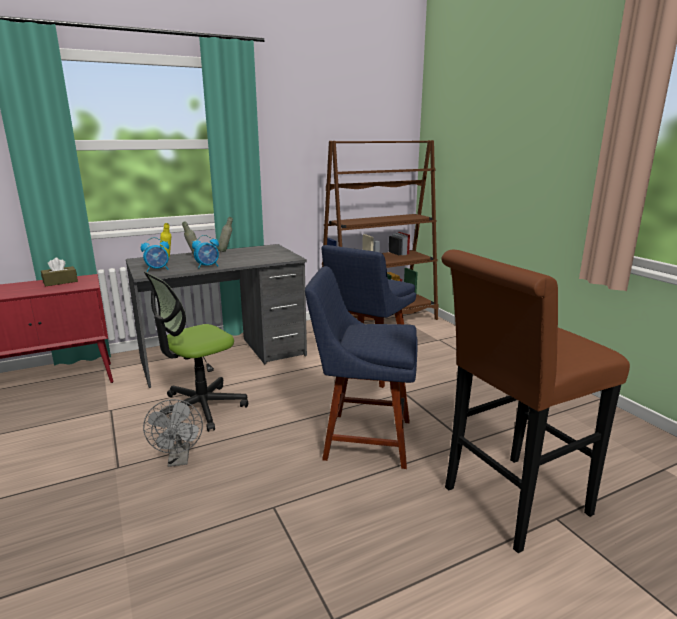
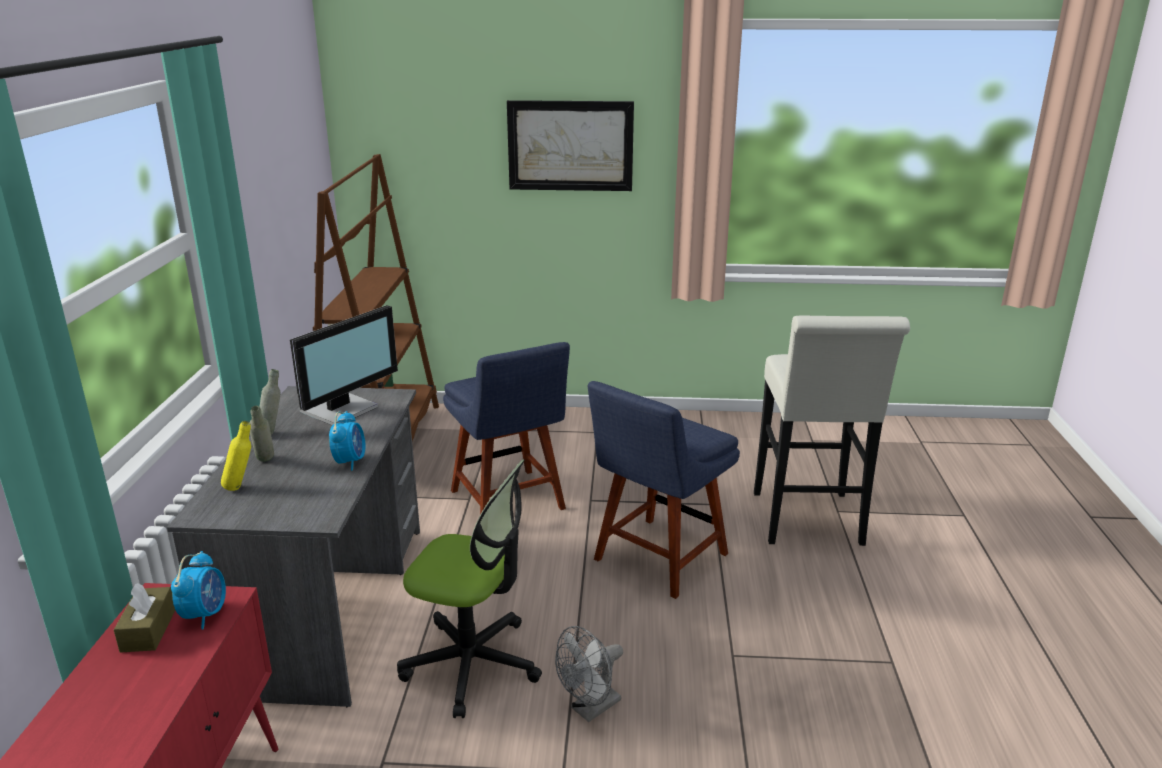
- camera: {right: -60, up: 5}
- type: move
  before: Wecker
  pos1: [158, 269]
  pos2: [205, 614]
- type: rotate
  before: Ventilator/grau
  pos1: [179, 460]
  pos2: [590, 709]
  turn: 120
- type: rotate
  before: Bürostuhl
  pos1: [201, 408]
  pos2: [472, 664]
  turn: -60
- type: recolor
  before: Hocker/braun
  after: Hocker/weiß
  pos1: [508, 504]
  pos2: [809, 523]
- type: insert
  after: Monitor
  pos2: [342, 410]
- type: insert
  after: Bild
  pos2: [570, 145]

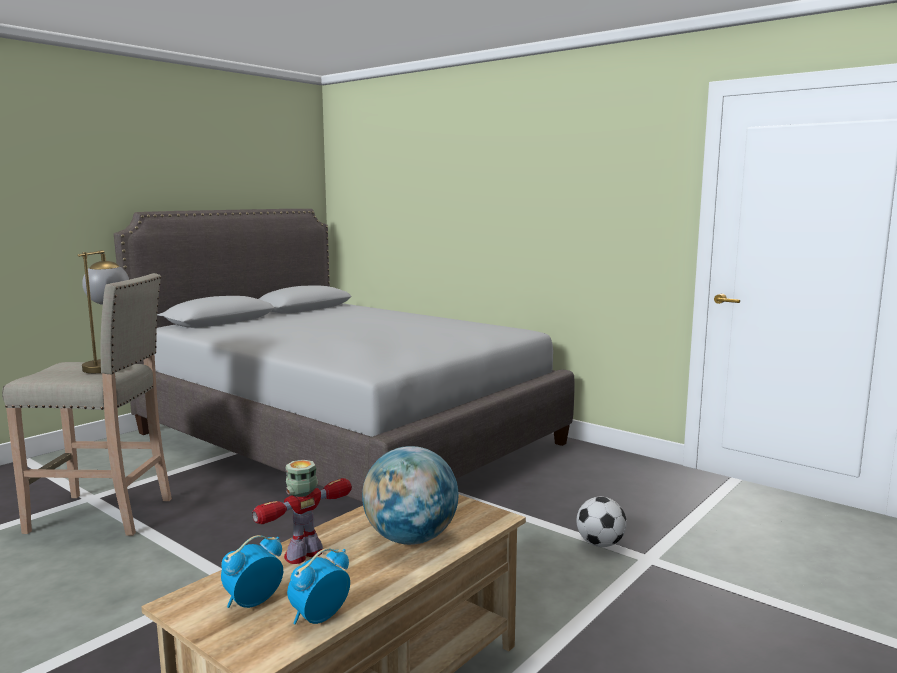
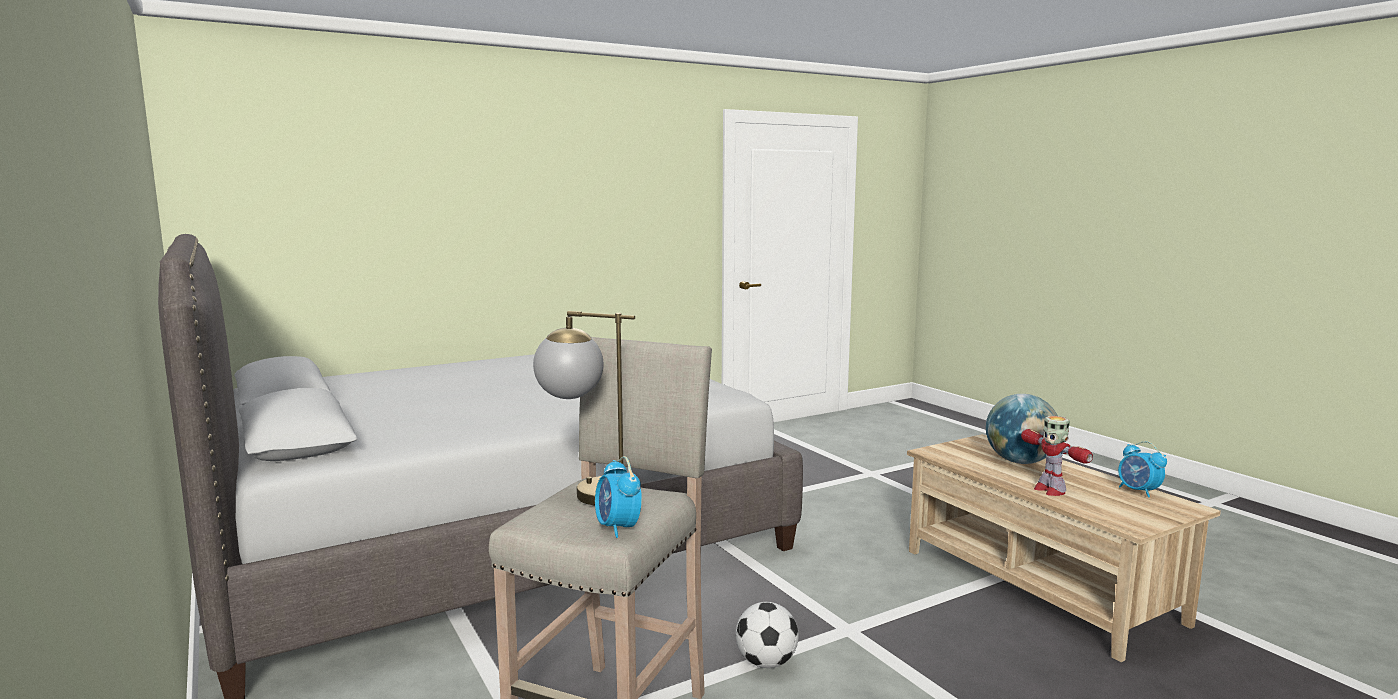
- camera: {right: -70, up: 0}
- type: move
  before: Wecker
  pos1: [252, 602]
  pos2: [618, 528]
- type: move
  before: Fußball
  pos1: [600, 544]
  pos2: [766, 662]

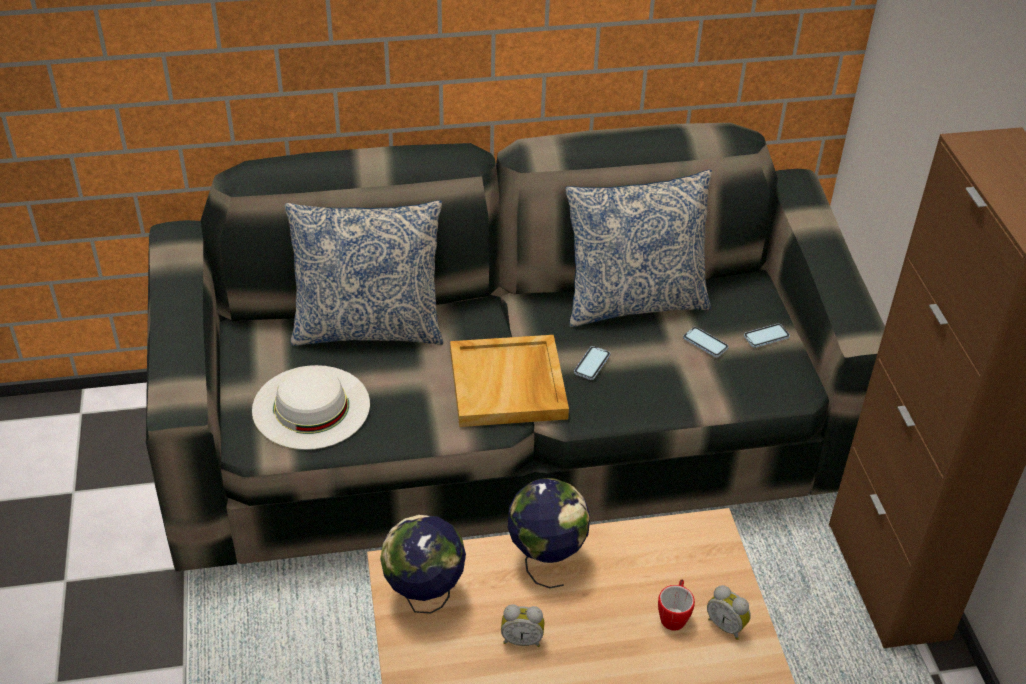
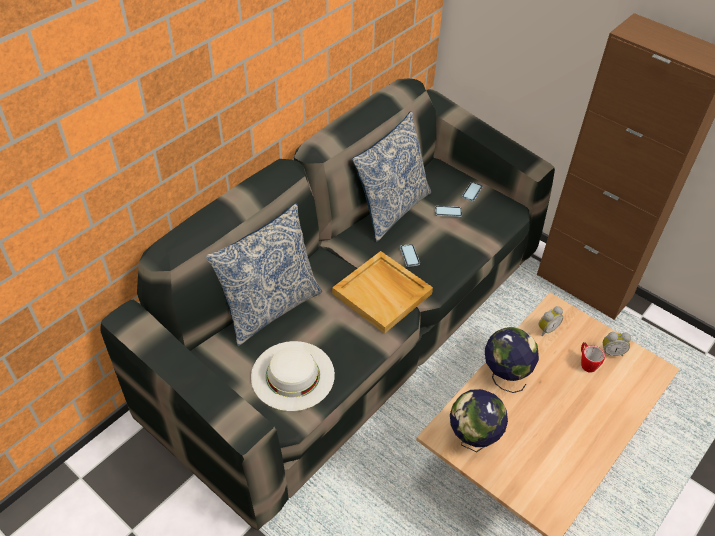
- camera: {right: -40, up: 5}
- type: move
  before: Wecker
  pos1: [522, 639]
  pos2: [546, 329]

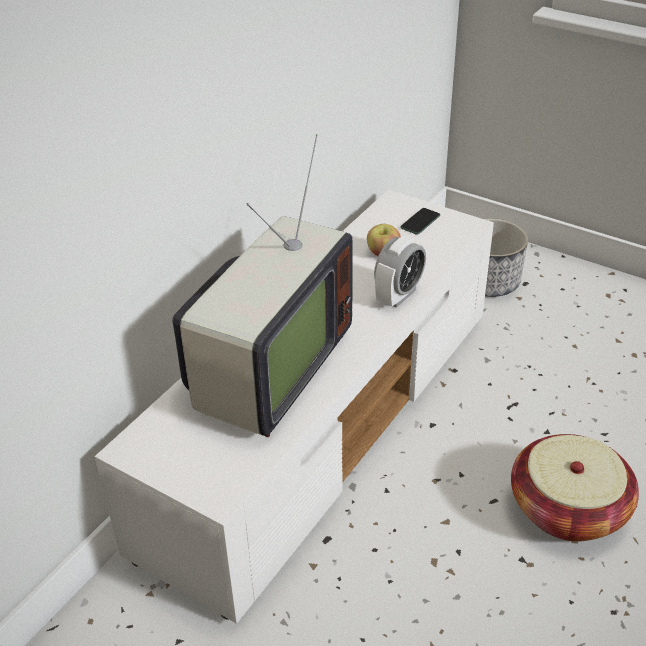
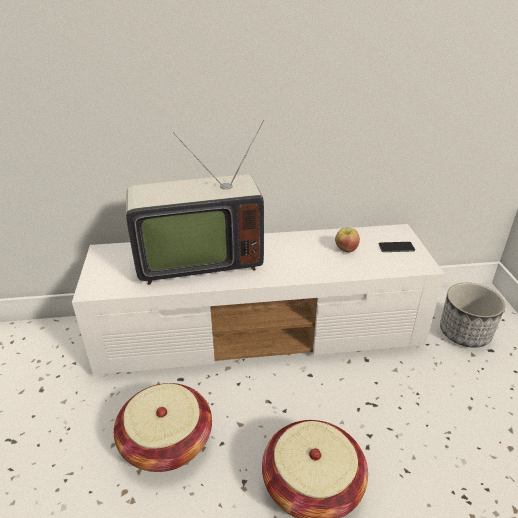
- camera: {right: 50, up: -5}
- type: delete
  before: Wecker
  pos1: [398, 295]
- type: insert
  after: Korb
  pos2: [167, 442]

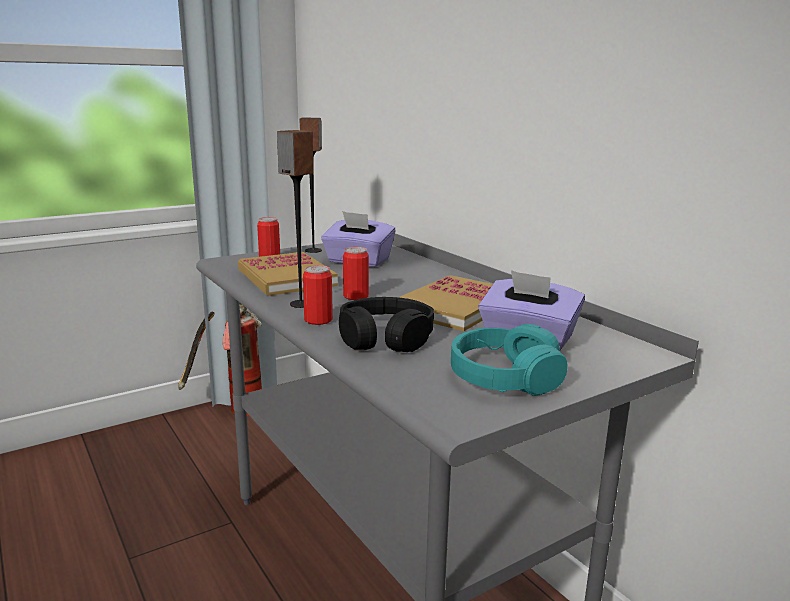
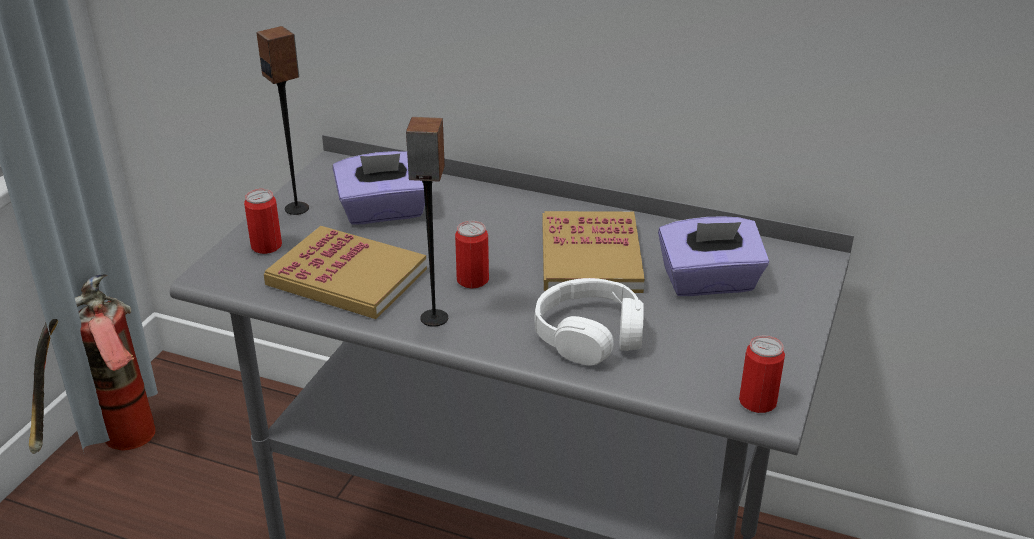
- camera: {right: -35, up: 15}
- type: move
  before: Dose
  pos1: [318, 320]
  pos2: [757, 402]
- type: recolor
  before: Kopfhörer/schwarz
  after: Kopfhörer/weiß
  pos1: [385, 338]
  pos2: [590, 335]
- type: delete
  before: Kopfhörer/türkis
  pos1: [505, 377]

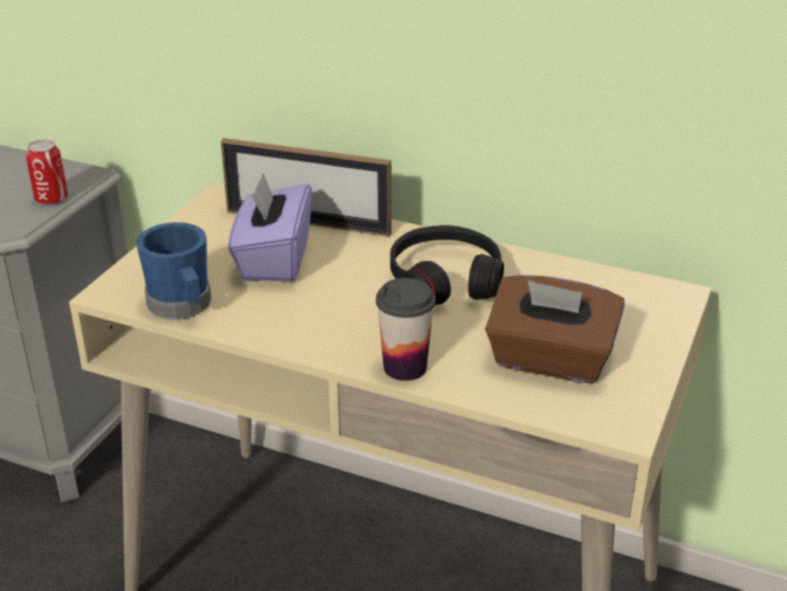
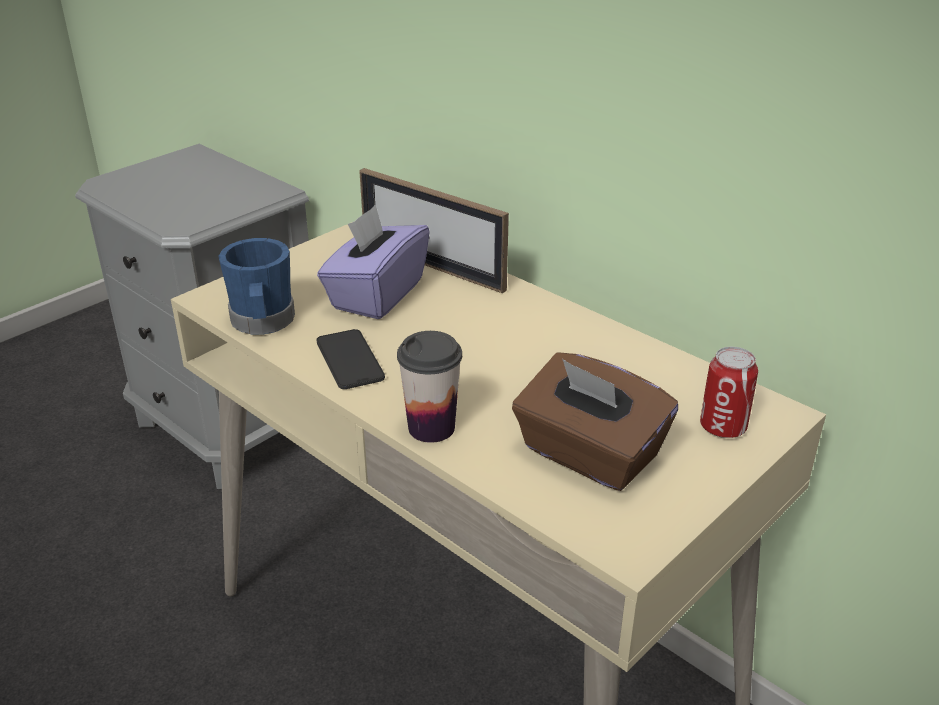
- camera: {right: 20, up: 0}
- type: move
  before: Dose
  pos1: [51, 199]
  pos2: [723, 427]
- type: delete
  before: Kopfhörer/schwarz
  pos1: [445, 279]
- type: insert
  after: Handy
  pos2: [350, 360]

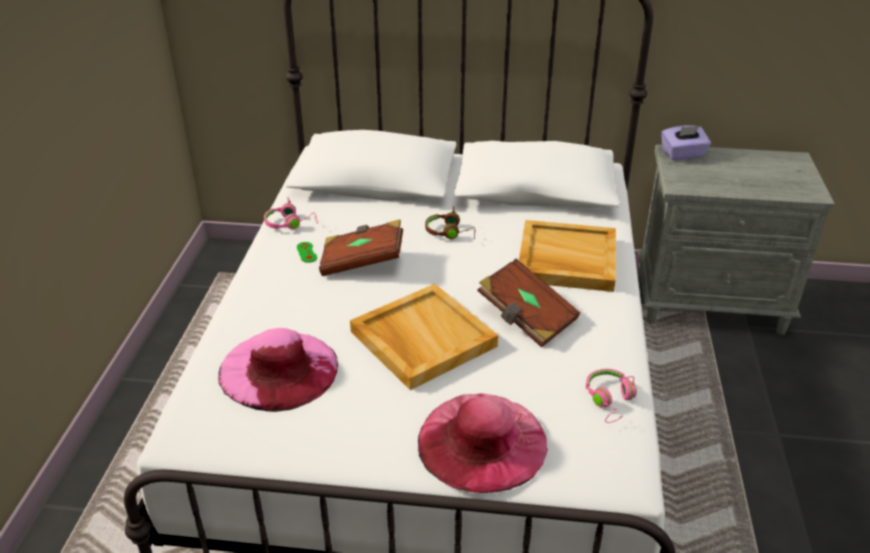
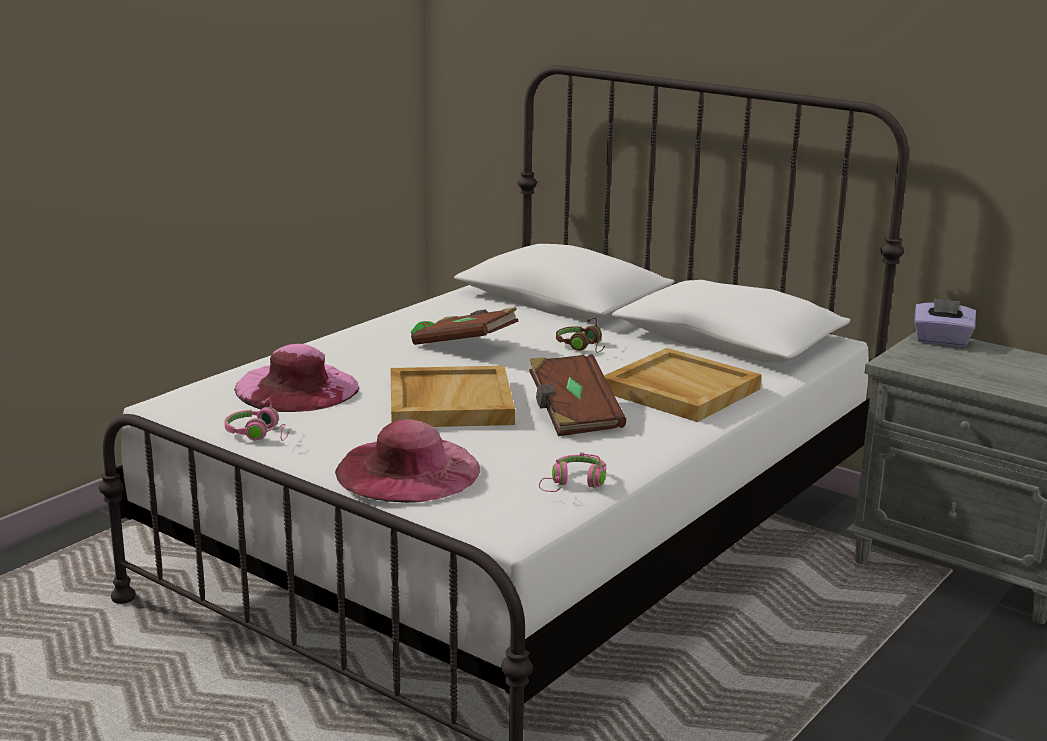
- camera: {right: 30, up: -15}
- type: move
  before: Kopfhörer/rosa
  pos1: [290, 223]
  pos2: [259, 434]

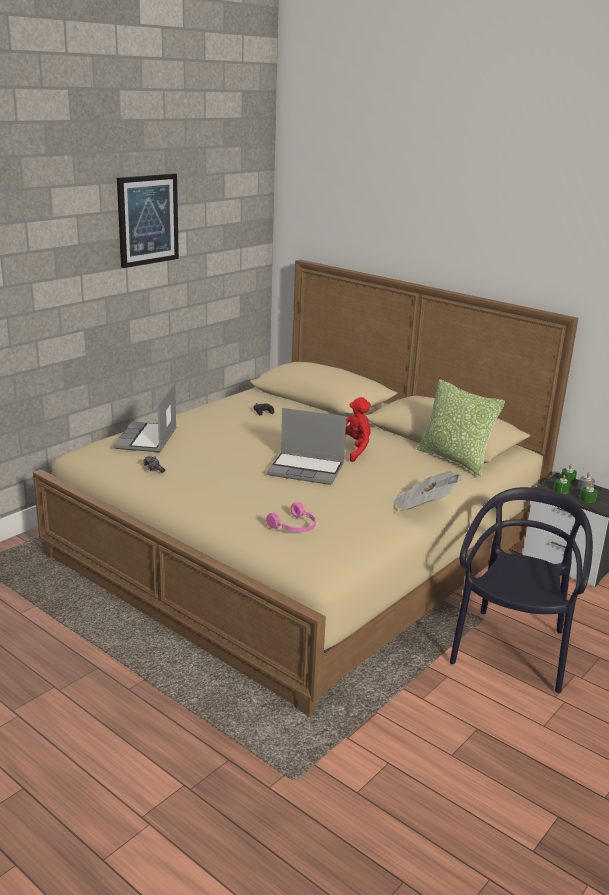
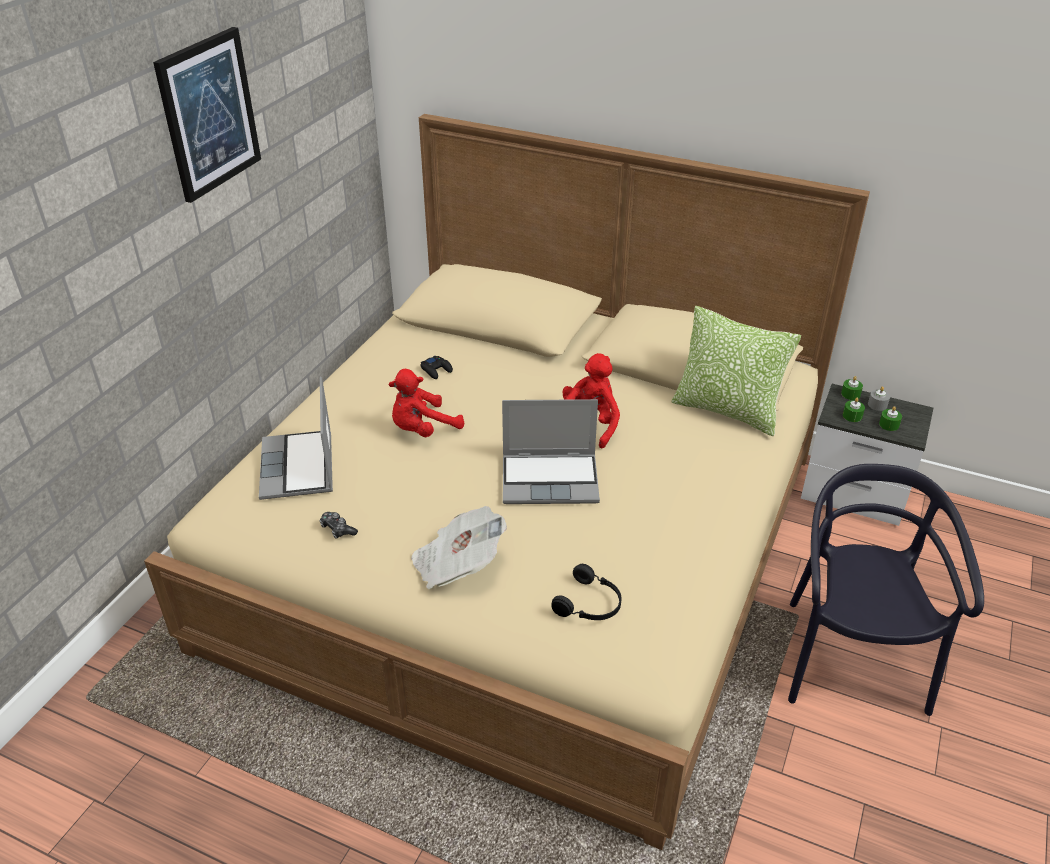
- camera: {right: -15, up: 15}
- type: recolor
  before: Kopfhörer/rosa
  after: Kopfhörer/schwarz
  pos1: [294, 527]
  pos2: [590, 604]
- type: move
  before: Zeitung
  pos1: [423, 506]
  pos2: [458, 564]
- type: insert
  after: Plüschtier/rot
  pos2: [422, 429]

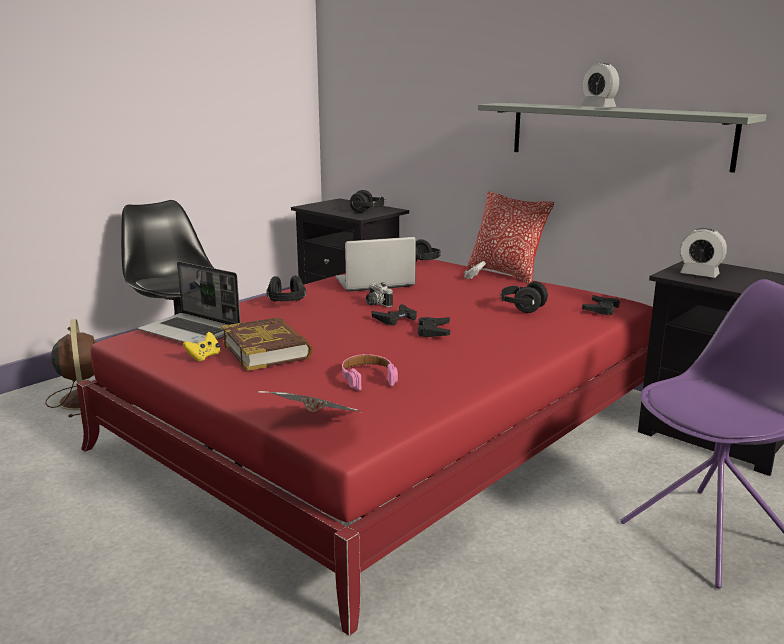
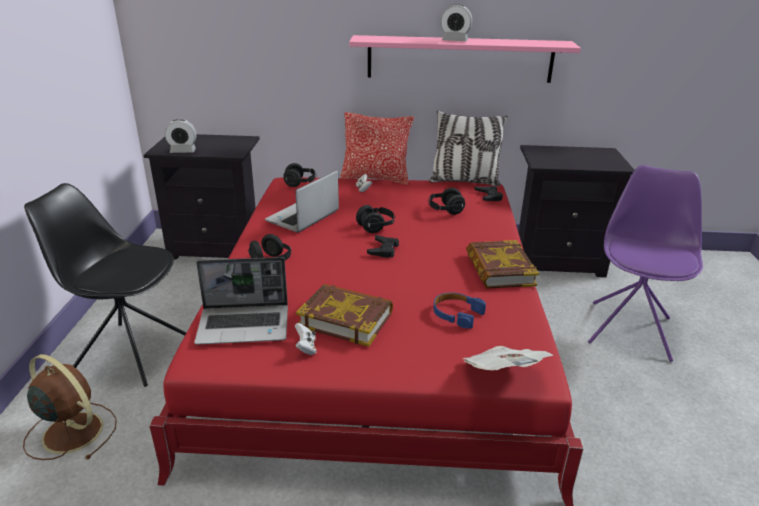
- camera: {right: -40, up: 10}
- type: recolor
  before: Gamepad/gelb
  after: Gamepad/weiß
  pos1: [204, 357]
  pos2: [306, 348]
- type: recolor
  before: Kopfhörer/rosa
  after: Kopfhörer/blau
  pos1: [368, 378]
  pos2: [456, 314]
- type: move
  before: Kopfhörer/schwarz
  pos1: [368, 211]
  pos2: [376, 227]
- type: delete
  before: Kamera
  pos1: [375, 304]
- type: delete
  before: Gamepad/schwarz
  pos1: [433, 331]
- type: recolor
  before: Wandregal/grau
  after: Wandregal/rosa
  pos1: [616, 134]
  pos2: [460, 59]
- type: move
  before: Wecker
  pos1: [699, 274]
  pos2: [183, 151]
- type: insert
  after: Kissen
  pos2: [464, 181]
- type: insert
  after: Buch
  pos2: [499, 269]

